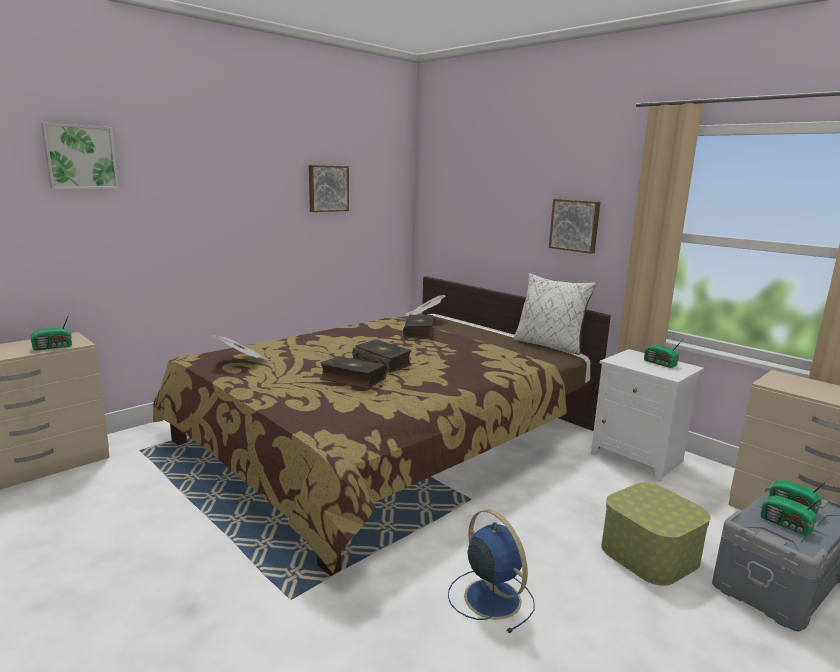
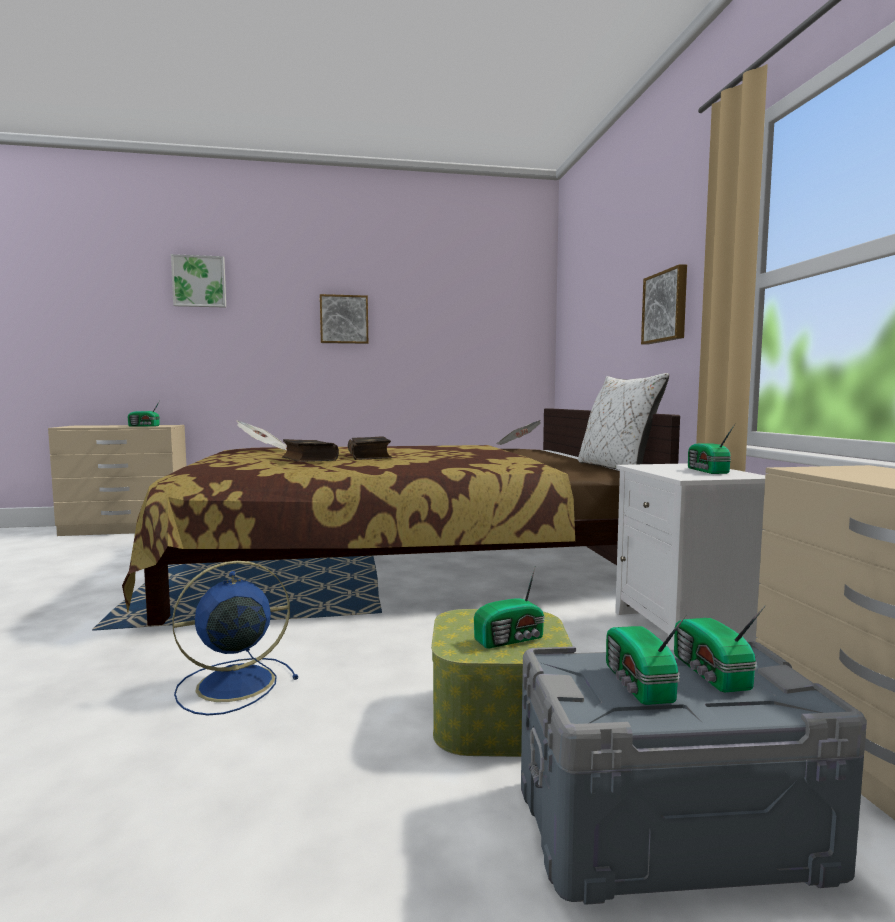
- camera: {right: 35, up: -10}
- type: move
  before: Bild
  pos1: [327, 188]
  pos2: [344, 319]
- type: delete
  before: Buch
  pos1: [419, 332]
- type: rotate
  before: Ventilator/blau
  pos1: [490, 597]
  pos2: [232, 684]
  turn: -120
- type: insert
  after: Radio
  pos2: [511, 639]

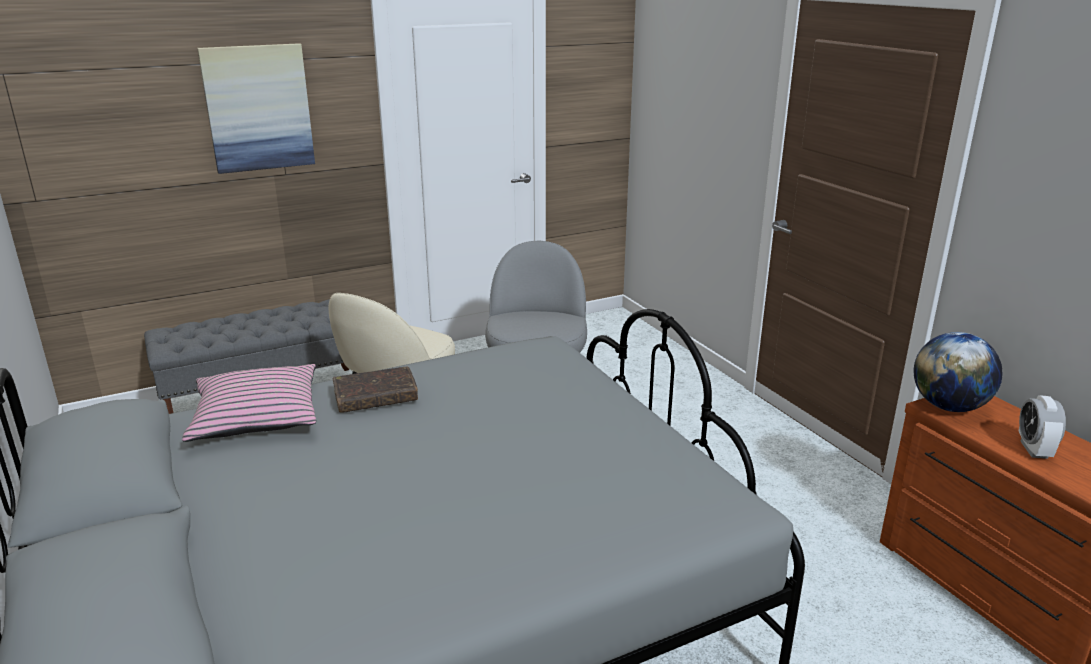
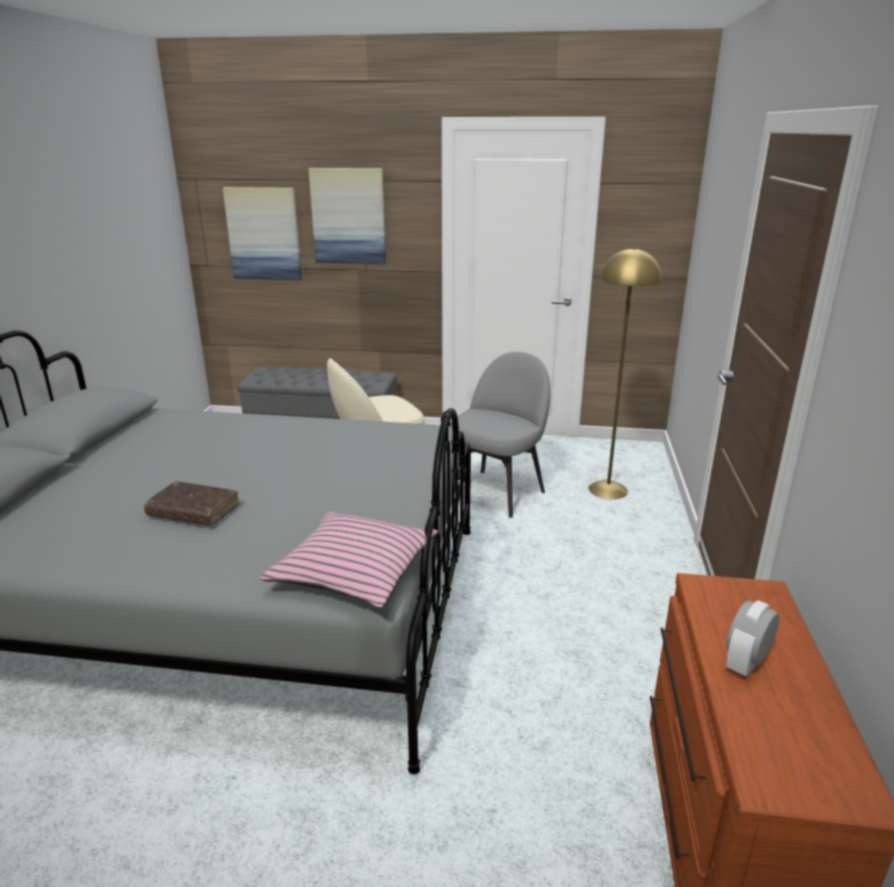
- camera: {right: 35, up: 0}
- type: move
  before: Kissen/rosa
  pos1: [256, 416]
  pos2: [354, 570]
- type: move
  before: Buch/braun
  pos1: [376, 398]
  pos2: [194, 512]
- type: delete
  before: Globus
  pos1: [949, 407]
- type: insert
  after: Bild
  pos2: [264, 234]
- type: insert
  after: Stehlampe/gelb
  pos2: [608, 489]

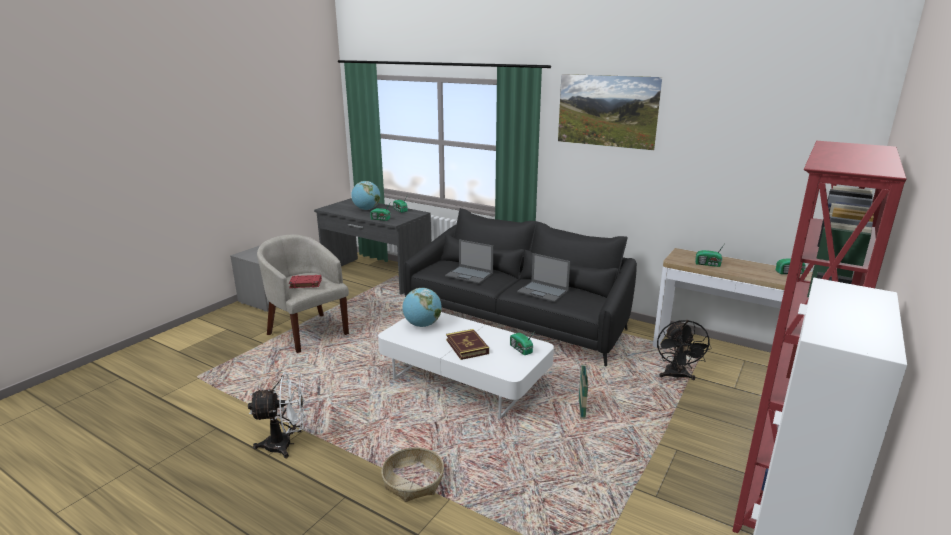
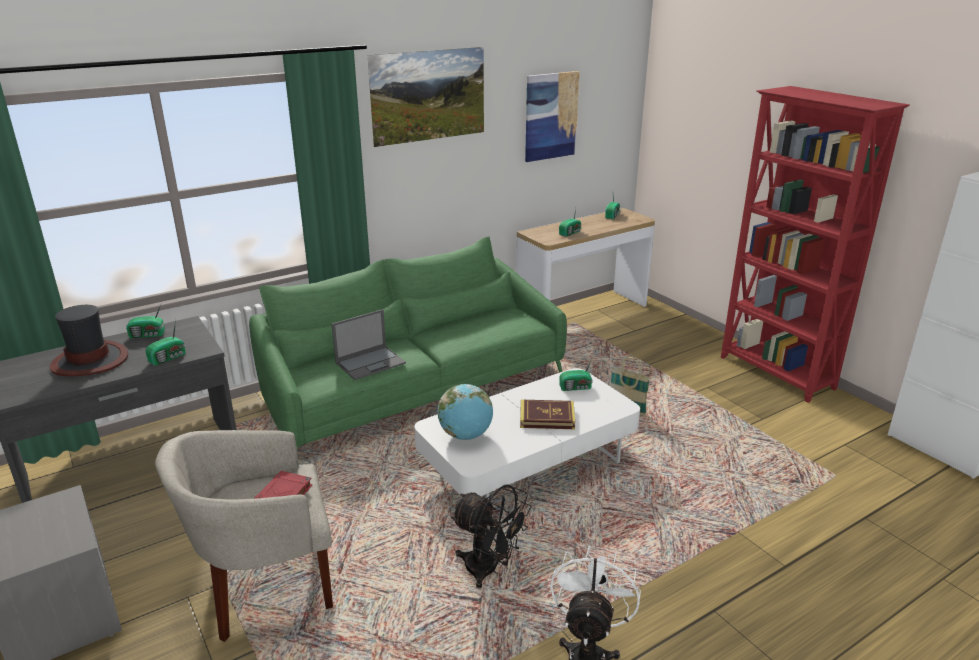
- camera: {right: -65, up: 5}
- type: replace
  before: Globus
  after: Hut
  pos1: [366, 209]
  pos2: [90, 361]
- type: delete
  before: Korb
  pos1: [413, 481]
- type: recolor
  before: Sofa/schwarz
  after: Sofa/grün
  pos1: [516, 318]
  pos2: [414, 389]
- type: delete
  before: Laptop
  pos1: [543, 291]
- type: move
  before: Ventilator/schwarz
  pos1: [676, 376]
  pos2: [489, 570]
- type: insert
  after: Bild
  pos2: [551, 116]

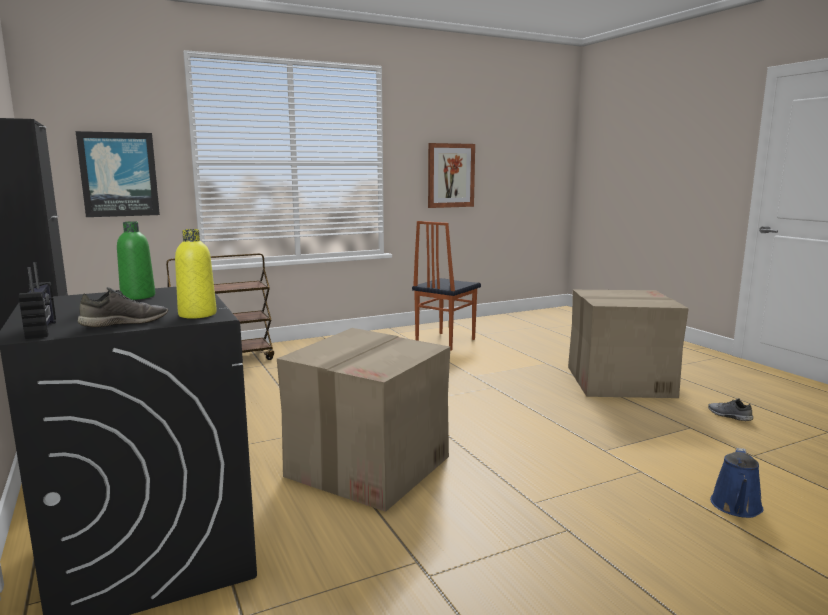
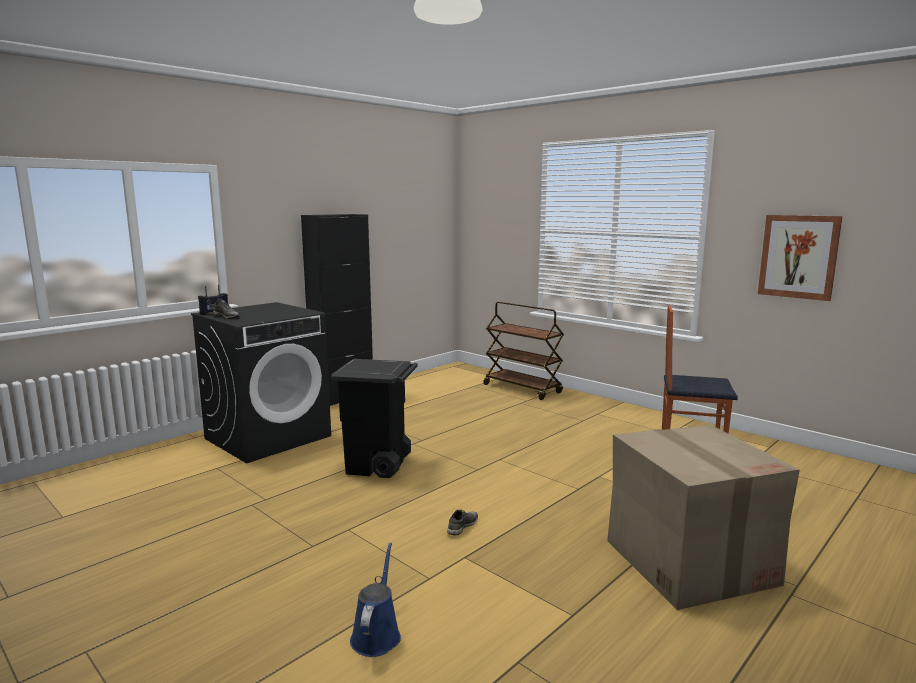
- camera: {right: 70, up: 0}
- type: delete
  before: Bild
  pos1: [119, 174]
- type: delete
  before: Flasche/grün
  pos1: [138, 296]
- type: delete
  before: Flasche/gelb
  pos1: [197, 314]
- type: replace
  before: Karton
  after: Mülleimer/schwarz
  pos1: [369, 465]
  pos2: [378, 466]
- type: move
  before: Schuh/grau
  pos1: [728, 416]
  pos2: [462, 526]
- type: rotate
  before: Gießkanne/blau
  pos1: [736, 507]
  pos2: [377, 634]
  turn: 90

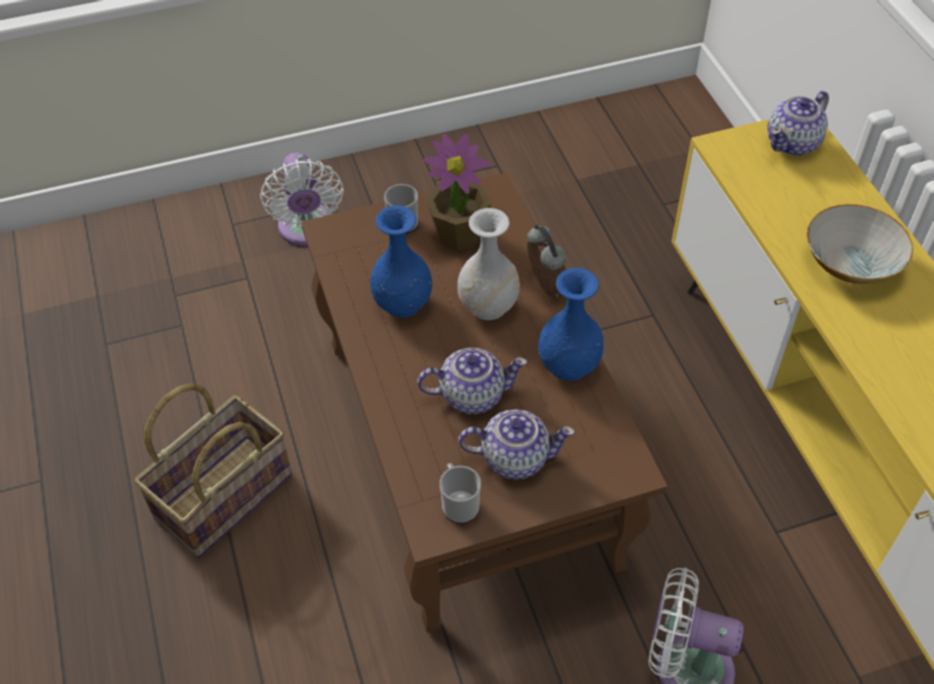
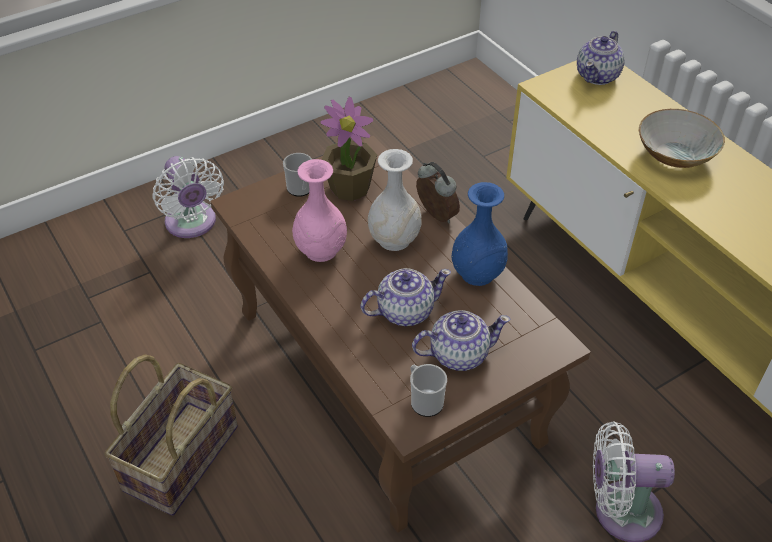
- camera: {right: -15, up: -5}
- type: recolor
  before: Vase/blau
  after: Vase/rosa
  pos1: [402, 303]
  pos2: [320, 250]

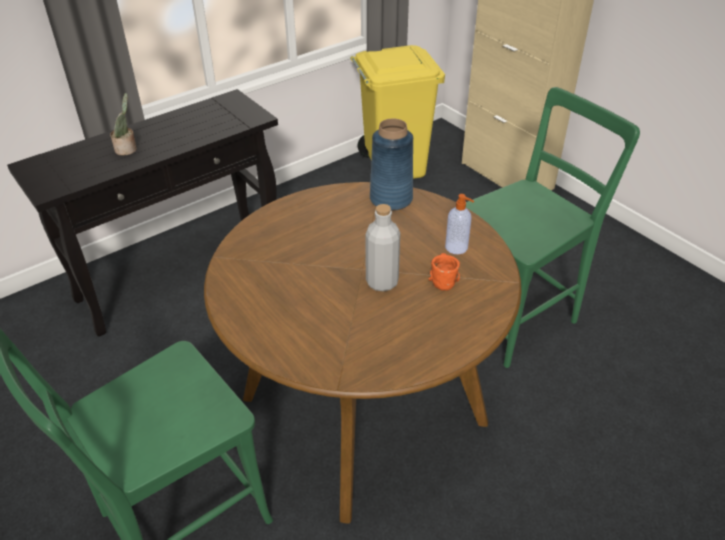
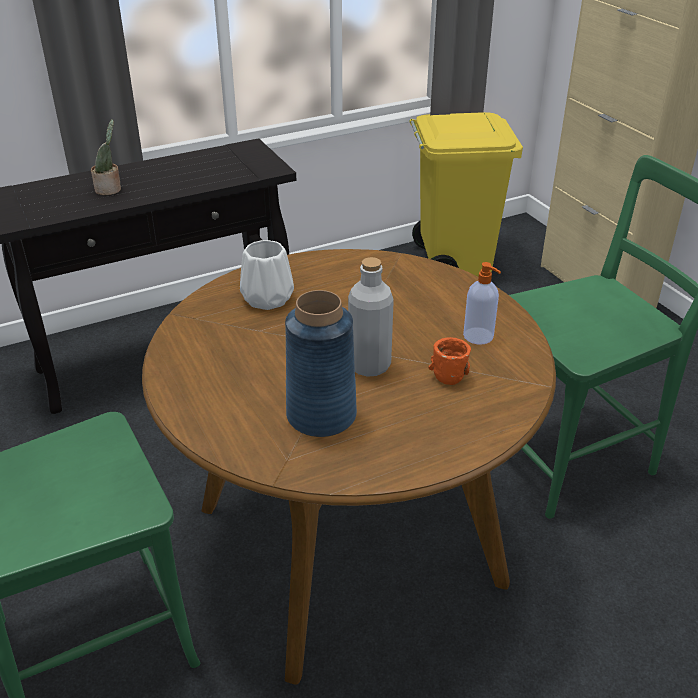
- camera: {right: 10, up: -5}
- type: move
  before: Vase/blau
  pos1: [390, 199]
  pos2: [321, 416]
- type: insert
  after: Vase/weiß
  pos2: [268, 298]

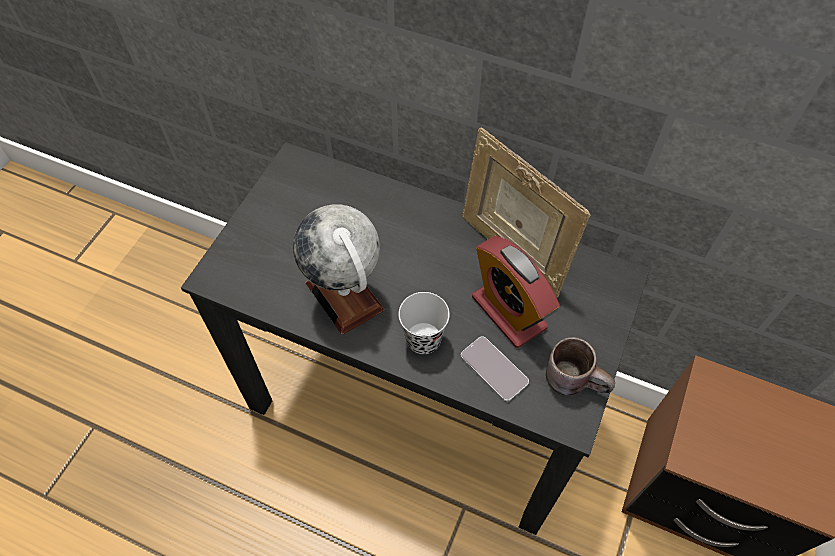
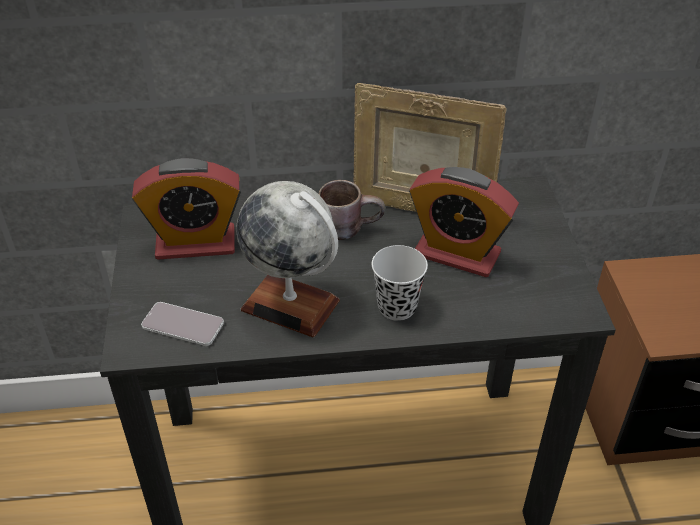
- camera: {right: -30, up: -15}
- type: move
  before: Handy
  pos1: [494, 369]
  pos2: [183, 325]
- type: move
  before: Henkelbecher/braun
  pos1: [576, 378]
  pos2: [349, 225]
- type: insert
  after: Wecker
  pos2: [195, 243]

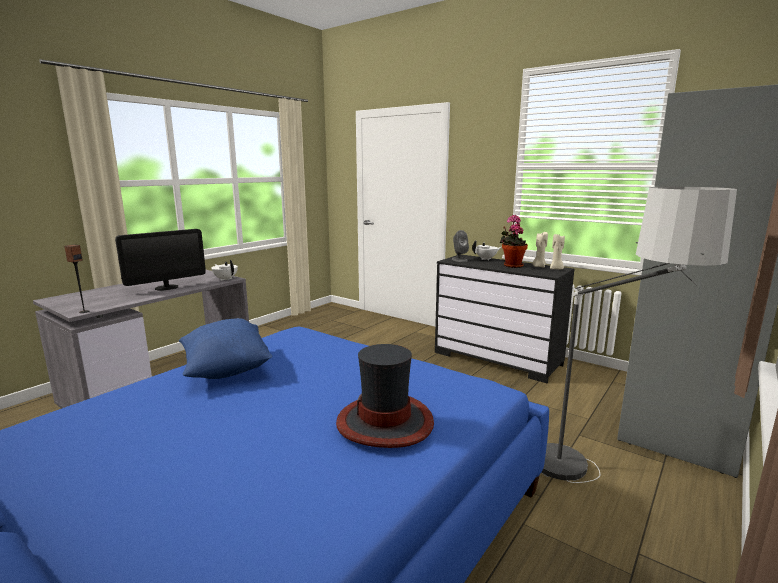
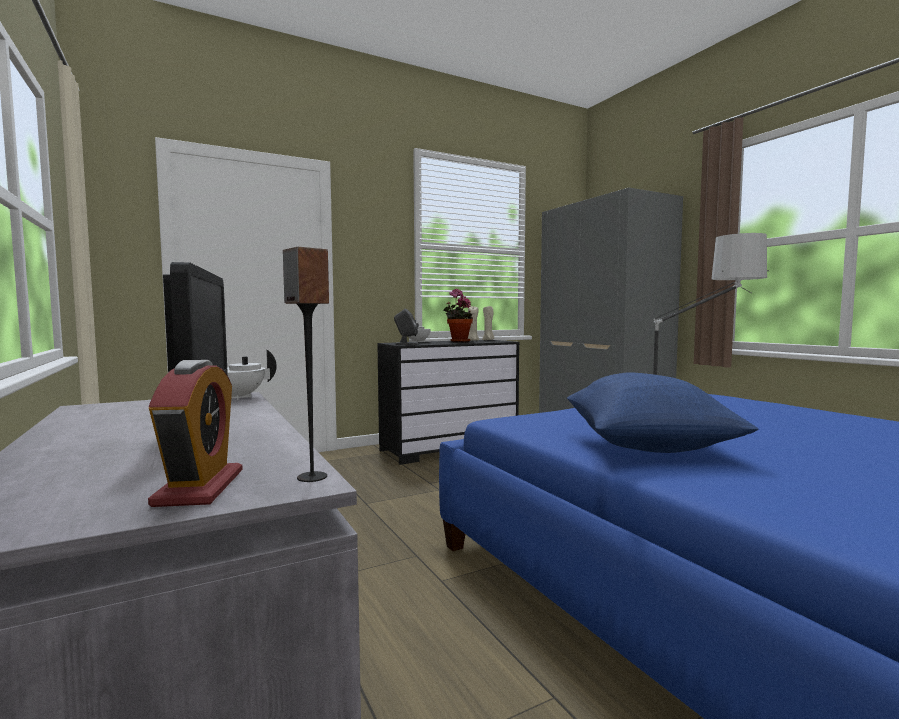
- camera: {right: -65, up: -10}
- type: delete
  before: Hut
  pos1: [385, 422]
- type: insert
  after: Wecker
  pos2: [200, 487]

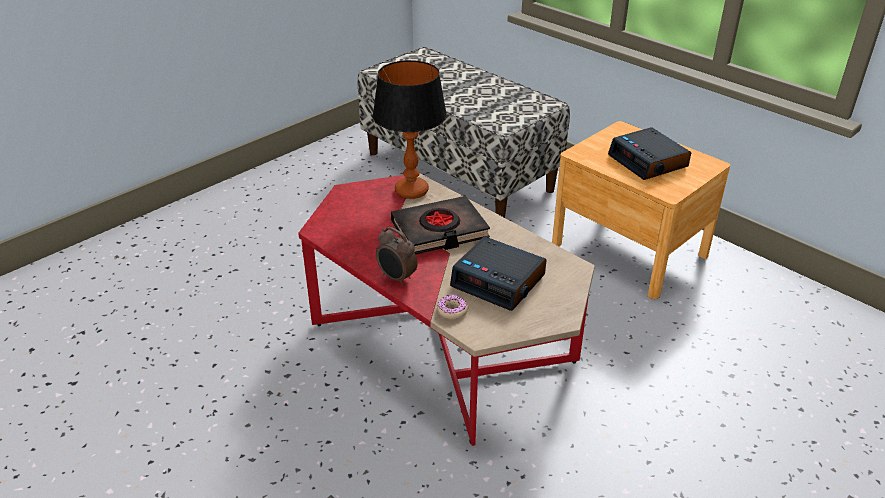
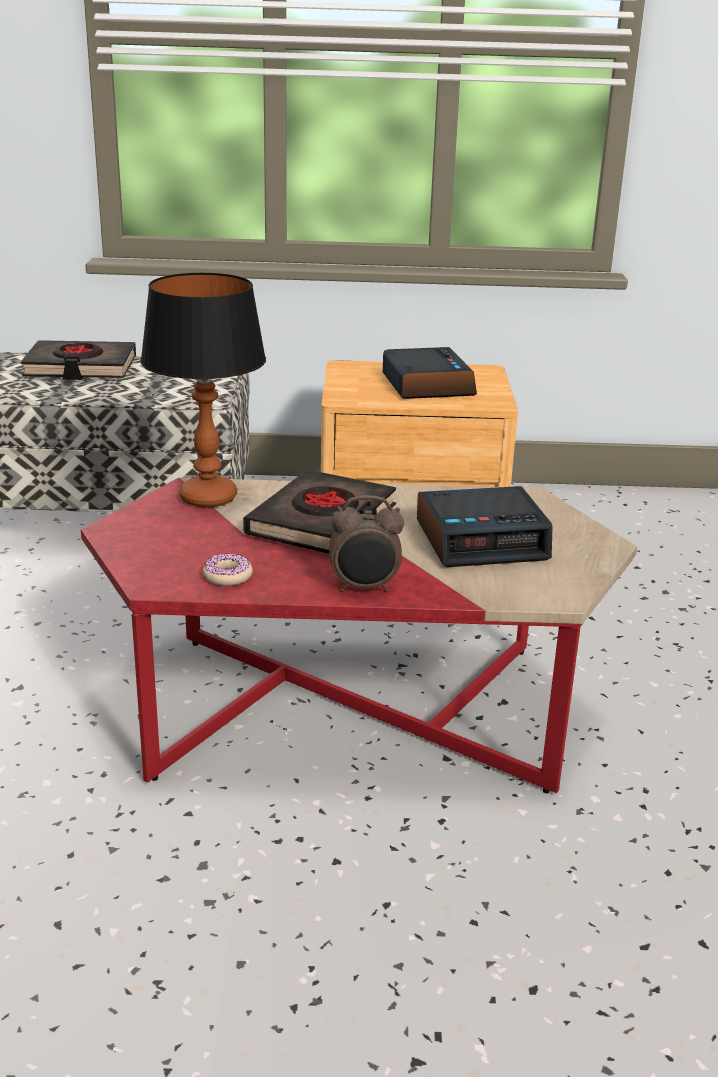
- camera: {right: -45, up: -10}
- type: move
  before: Donut
  pos1: [452, 310]
  pos2: [227, 576]
- type: rotate
  before: Wecker
  pos1: [649, 161]
  pos2: [426, 385]
  turn: -120
- type: insert
  after: Buch/schwarz
  pos2: [80, 368]

